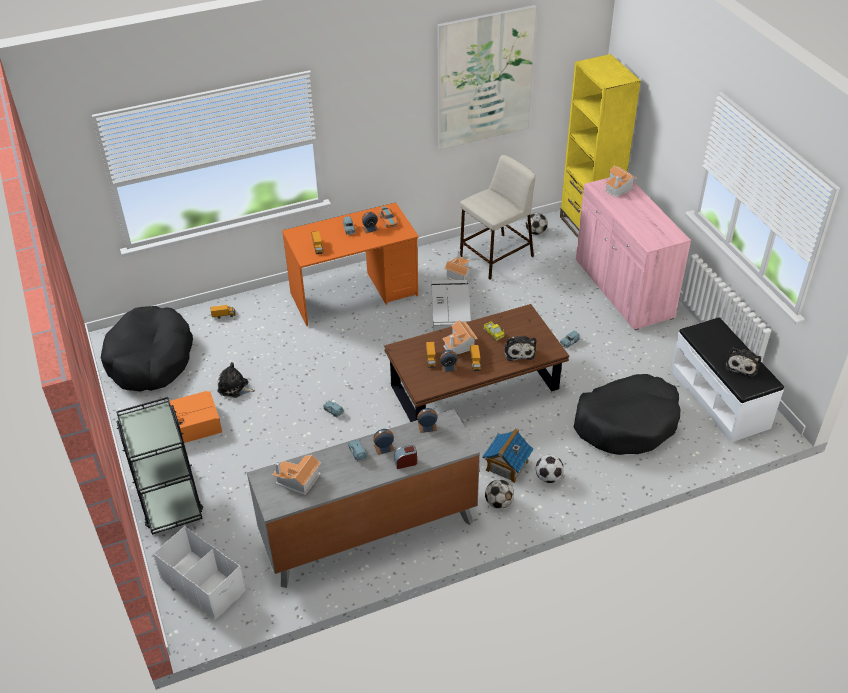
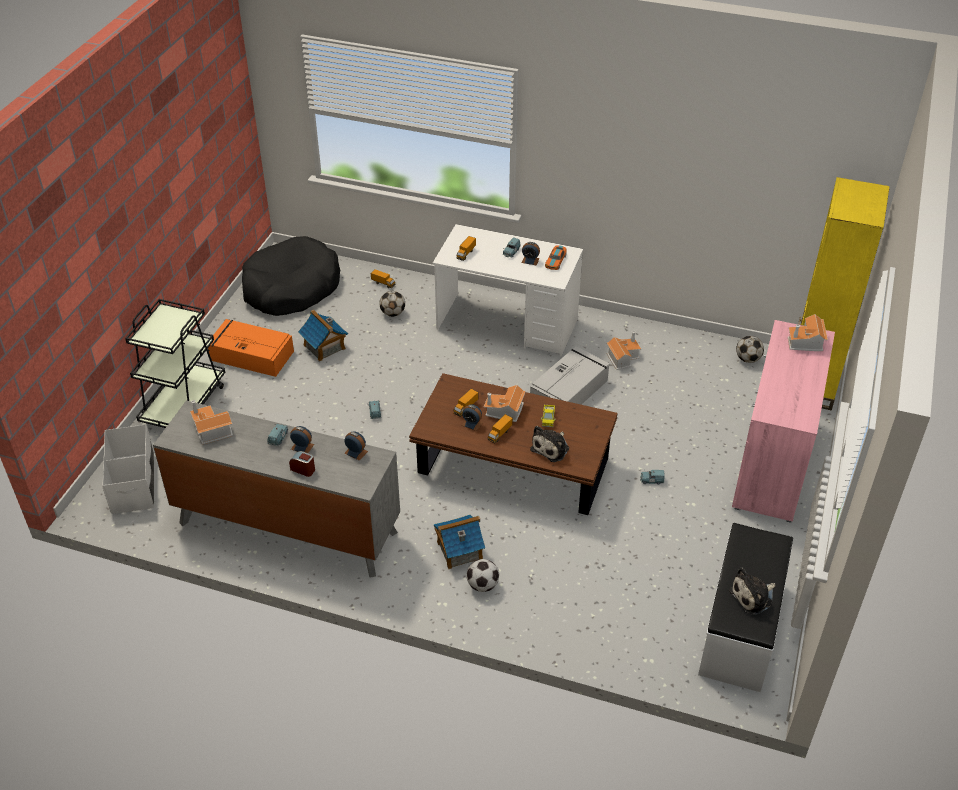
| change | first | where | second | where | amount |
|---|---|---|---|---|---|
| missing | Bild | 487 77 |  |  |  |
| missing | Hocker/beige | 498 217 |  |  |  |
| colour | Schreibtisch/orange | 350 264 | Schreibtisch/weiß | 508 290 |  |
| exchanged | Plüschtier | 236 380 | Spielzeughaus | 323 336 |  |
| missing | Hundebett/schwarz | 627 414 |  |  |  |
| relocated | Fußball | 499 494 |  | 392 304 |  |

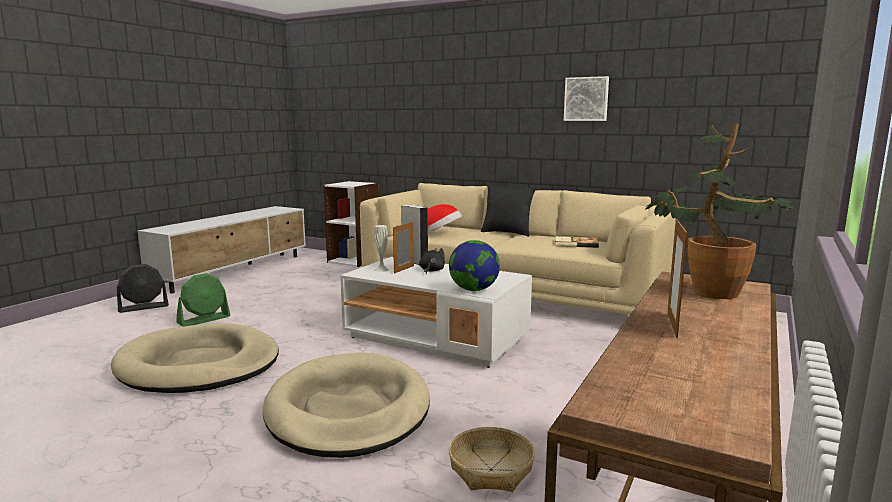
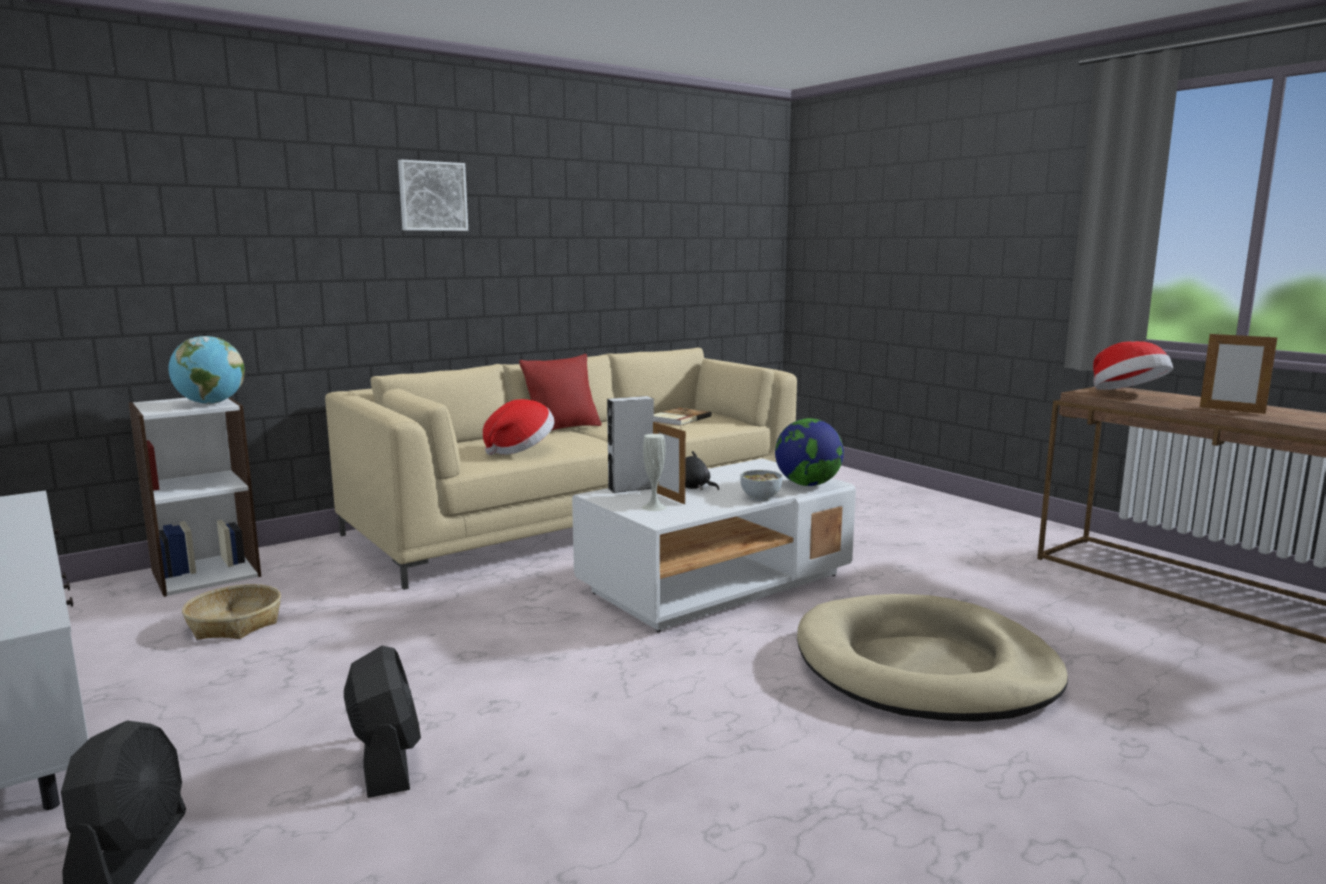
| change | first | where | second | where | amount |
|---|---|---|---|---|---|
| relocated | Bild | 586 98 |  | 433 195 |  |
| exchanged | Topfpflanze | 721 211 | Hut | 1133 365 |  |
| colour | Kissen/schwarz | 508 210 | Kissen/rot | 560 392 |  |
| colour | Ventilator/grün | 203 300 | Ventilator/schwarz | 382 721 |  |
| missing | Hundebett/beige | 195 358 |  |  |  |
| relocated | Korb | 492 459 |  | 231 612 |  |
| appeared |  |  | Globus | 207 370 |  |
| appeared |  |  | Schüssel | 761 485 |  |

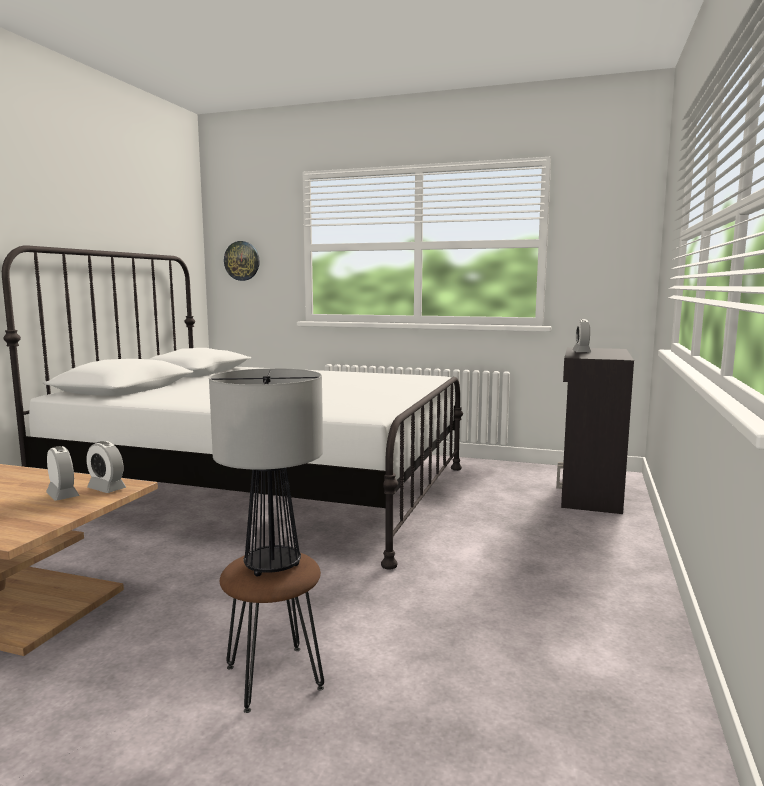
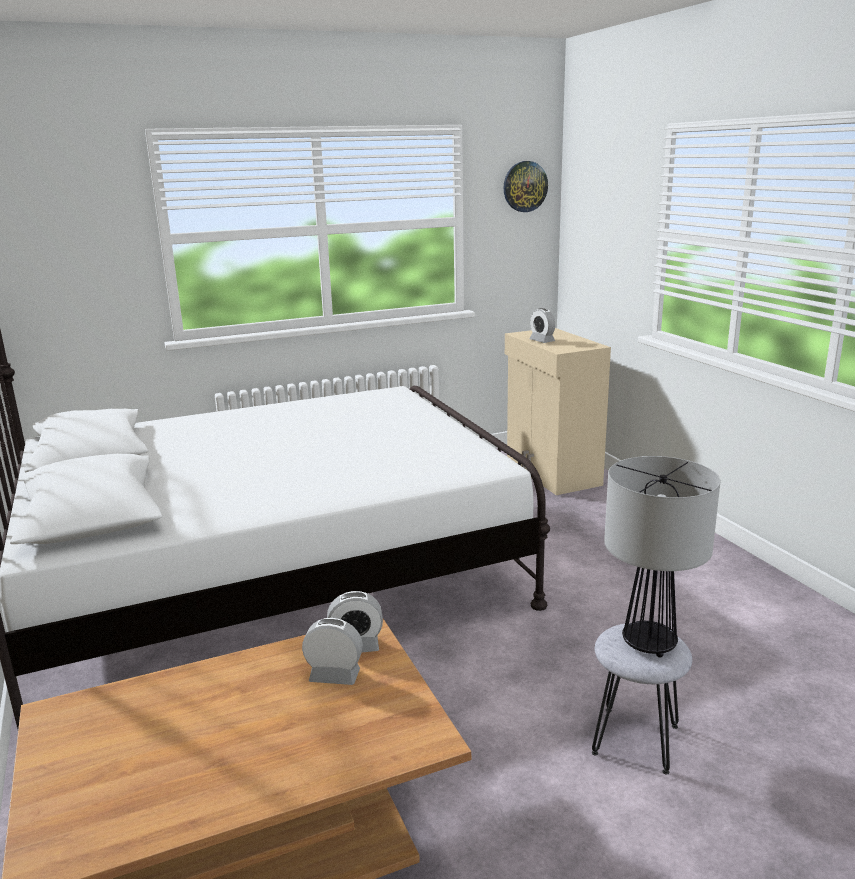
| change | first | where | second | where | amount |
|---|---|---|---|---|---|
| relocated | Wanduhr | 242 261 |  | 525 186 |  |
| colour | Schrank/schwarz | 595 430 | Schrank/beige | 558 411 |  |
| colour | Hocker/braun | 272 633 | Hocker/grau | 642 699 |  |

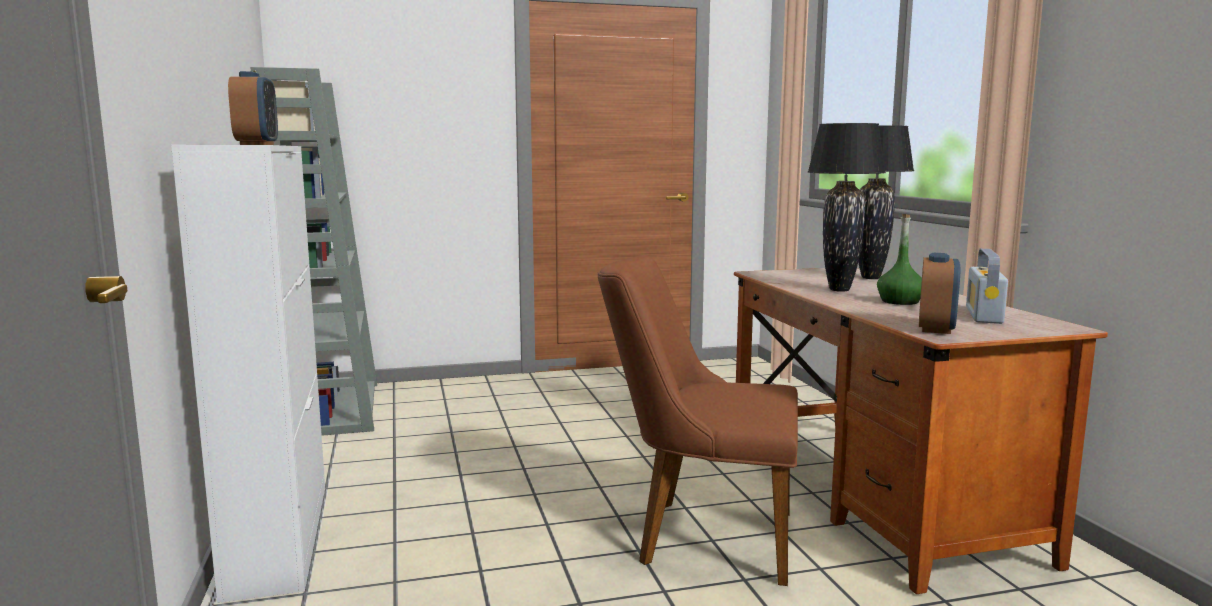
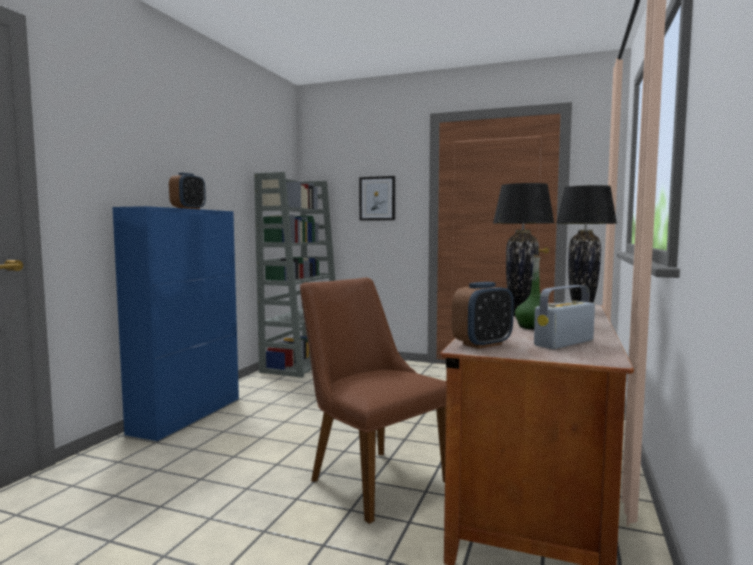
| change | first | where | second | where | amount |
|---|---|---|---|---|---|
| colour | Schrank/weiß | 248 374 | Schrank/blau | 175 323 |  |
| appeared |  |  | Bild | 377 198 |  |

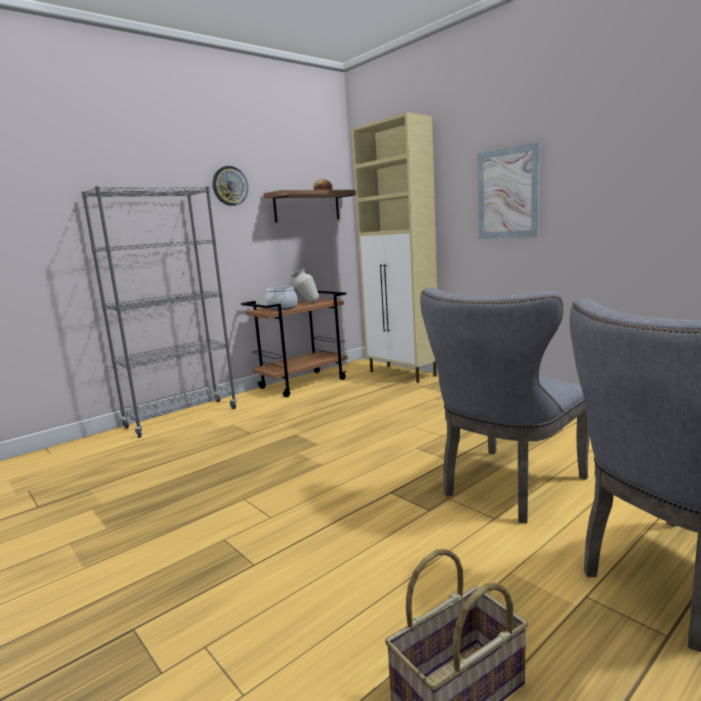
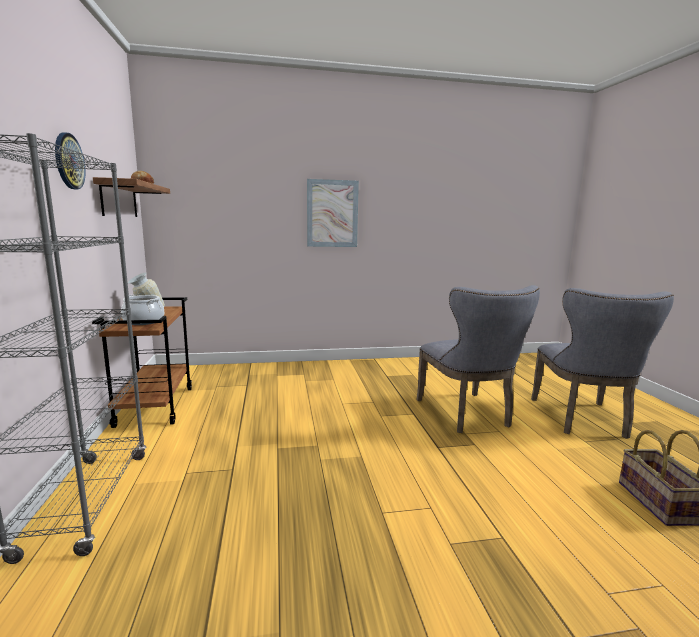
| change | first | where | second | where | amount |
|---|---|---|---|---|---|
| missing | Schrank/beige | 394 247 |  |  |  |

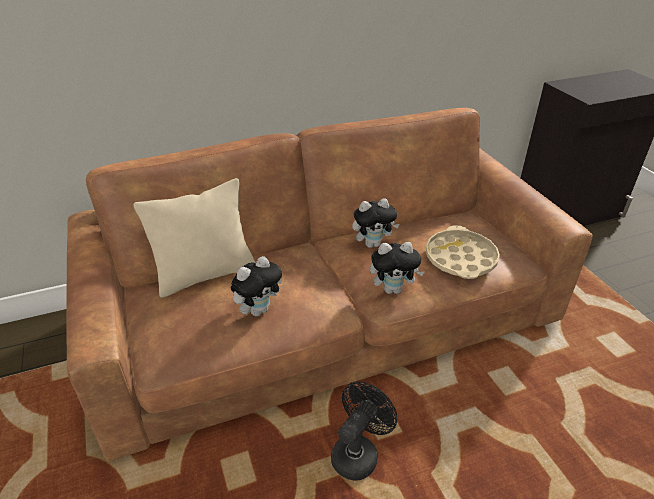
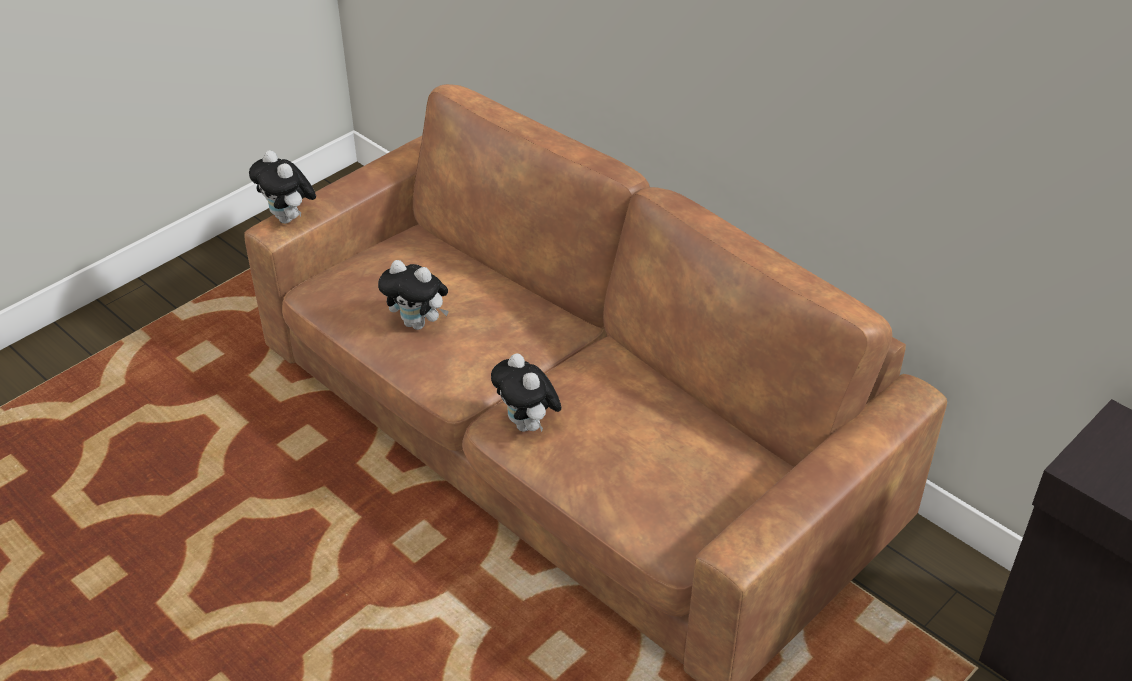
| change | first | where | second | where | amount |
|---|---|---|---|---|---|
| missing | Kissen/beige | 194 238 |  |  |  |
| relocated | Plüschtier | 375 223 |  | 282 187 |  |
| missing | Tablett/beige | 463 252 |  |  |  |
| missing | Ventilator/schwarz | 364 431 |  |  |  |

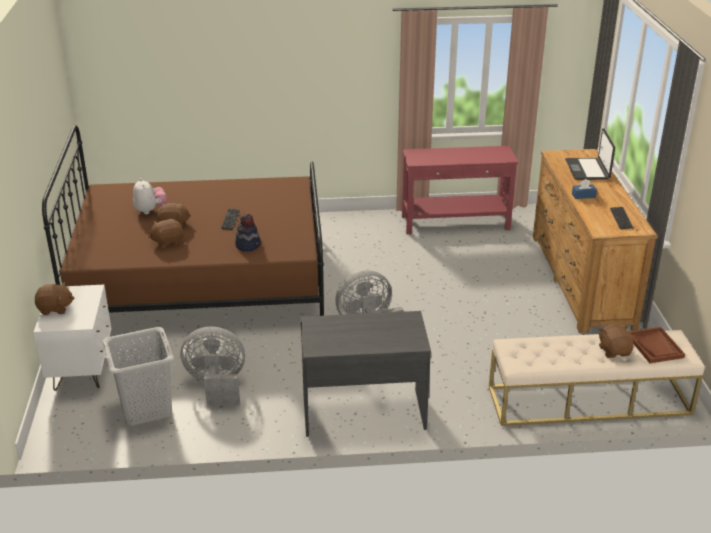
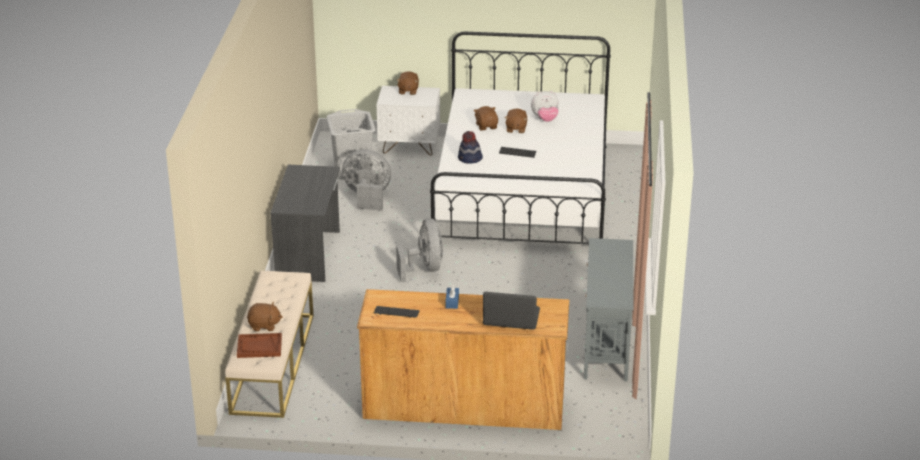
| change | first | where | second | where | amount |
|---|---|---|---|---|---|
| colour | Bett/braun | 183 220 | Bett/weiß | 520 138 |  |
| colour | Konsolentisch/rot | 460 190 | Konsolentisch/grau | 608 310 |  |
| spun | Ventilator/grau | 213 366 |  | 366 180 | 90 degrees counterclockwise |

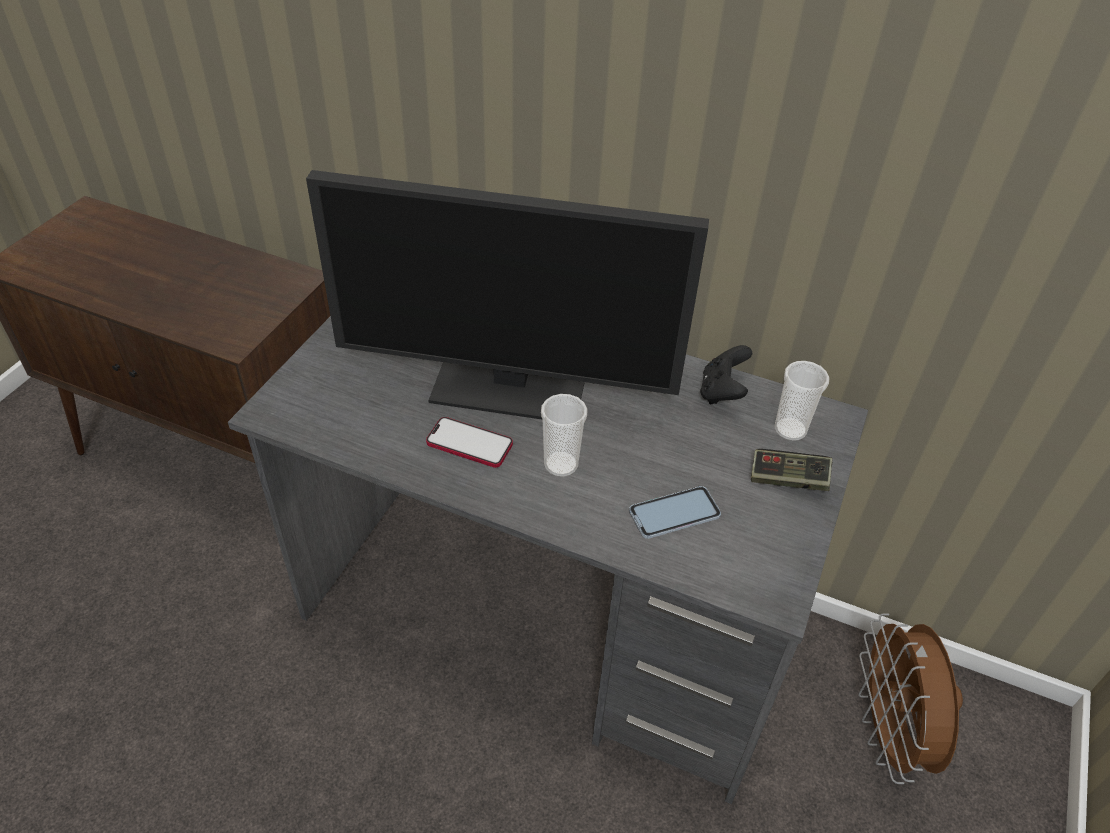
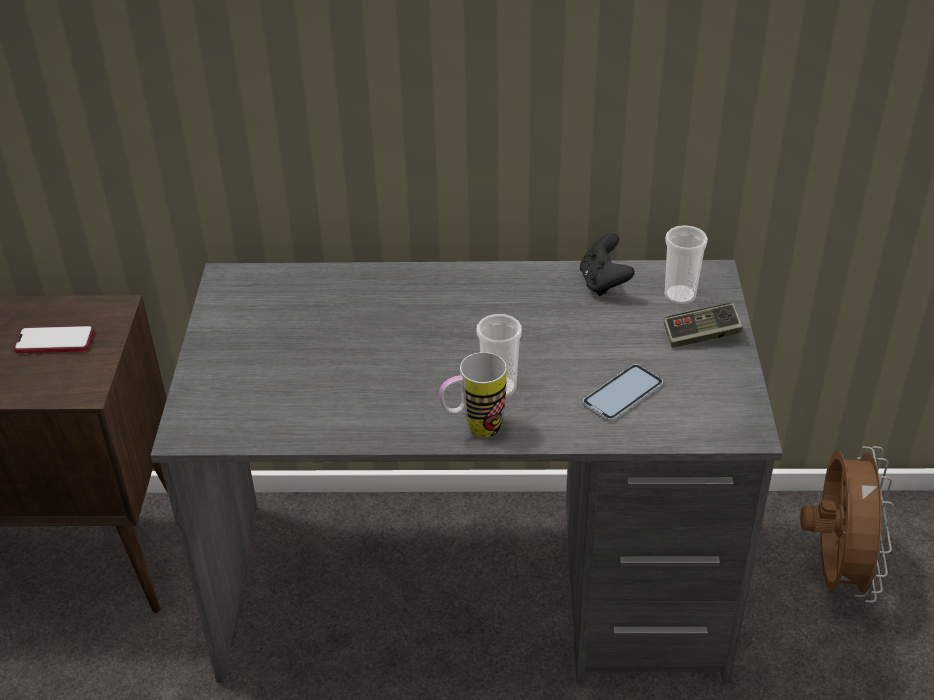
| change | first | where | second | where | amount |
|---|---|---|---|---|---|
| missing | Monitor | 507 295 |  |  |  |
| relocated | Handy | 469 442 |  | 53 339 |  |
| spun | Ventilator/braun | 910 698 |  | 847 524 | 150 degrees counterclockwise |
| appeared |  |  | Henkelbecher | 473 394 |  |

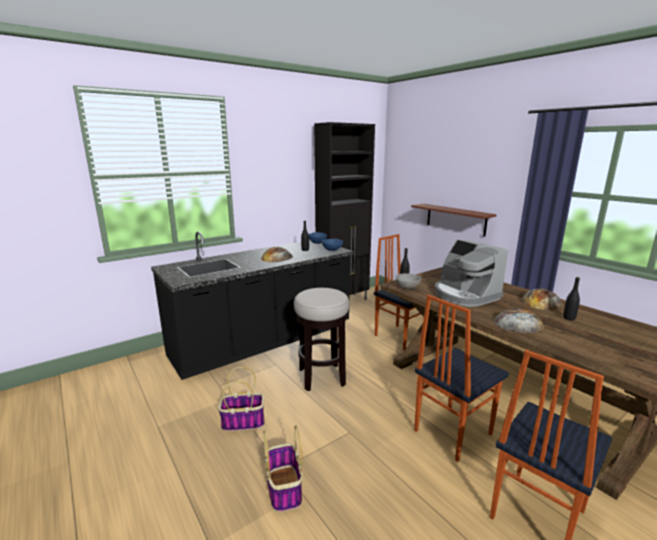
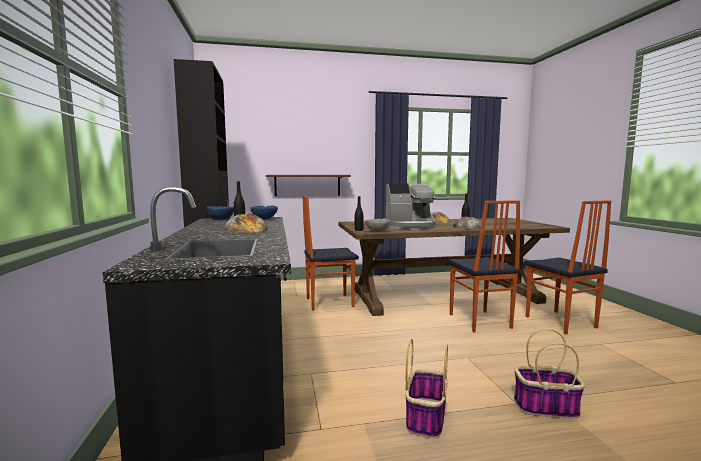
| change | first | where | second | where | amount |
|---|---|---|---|---|---|
| missing | Hocker | 321 339 |  |  |  |

